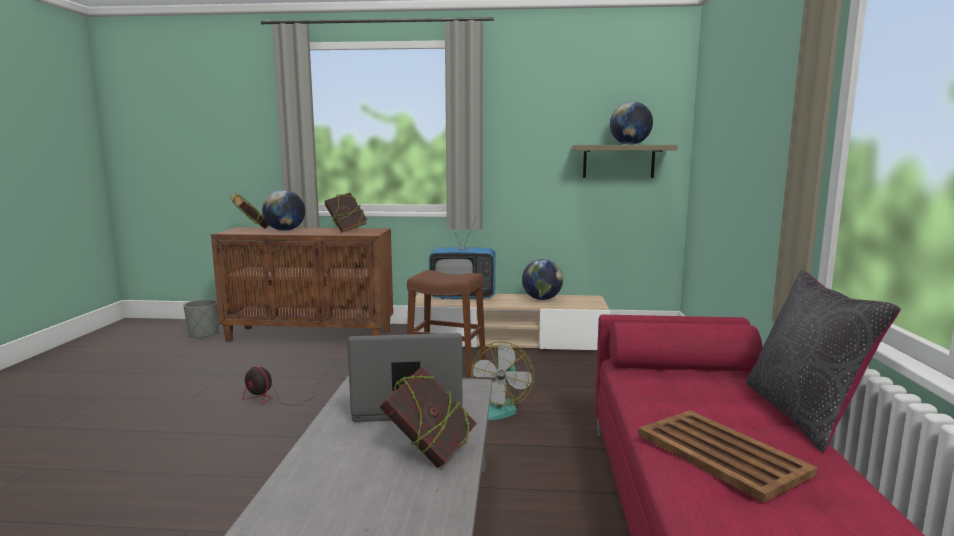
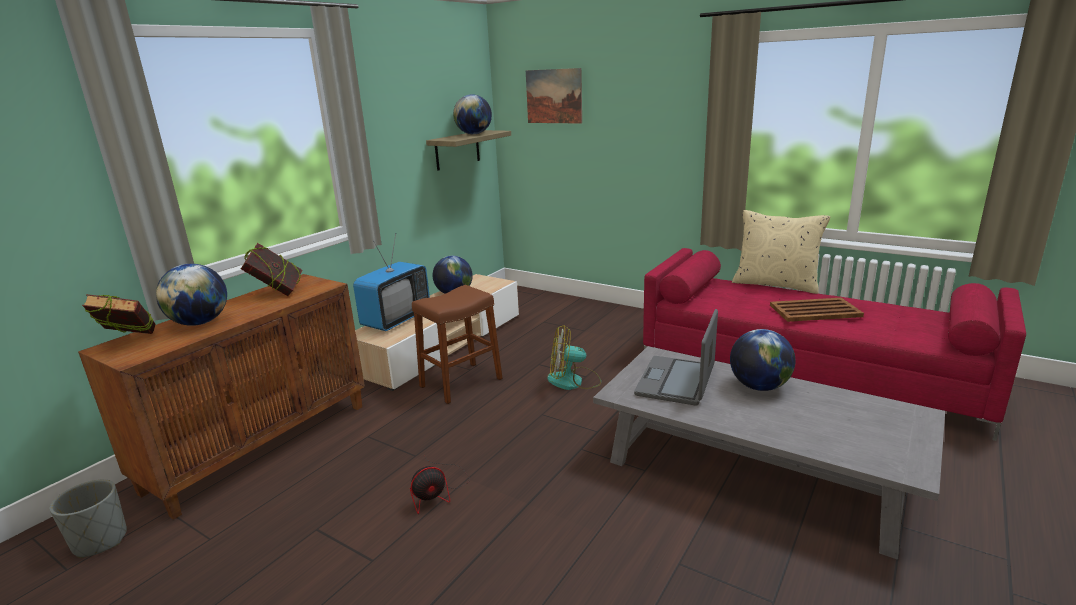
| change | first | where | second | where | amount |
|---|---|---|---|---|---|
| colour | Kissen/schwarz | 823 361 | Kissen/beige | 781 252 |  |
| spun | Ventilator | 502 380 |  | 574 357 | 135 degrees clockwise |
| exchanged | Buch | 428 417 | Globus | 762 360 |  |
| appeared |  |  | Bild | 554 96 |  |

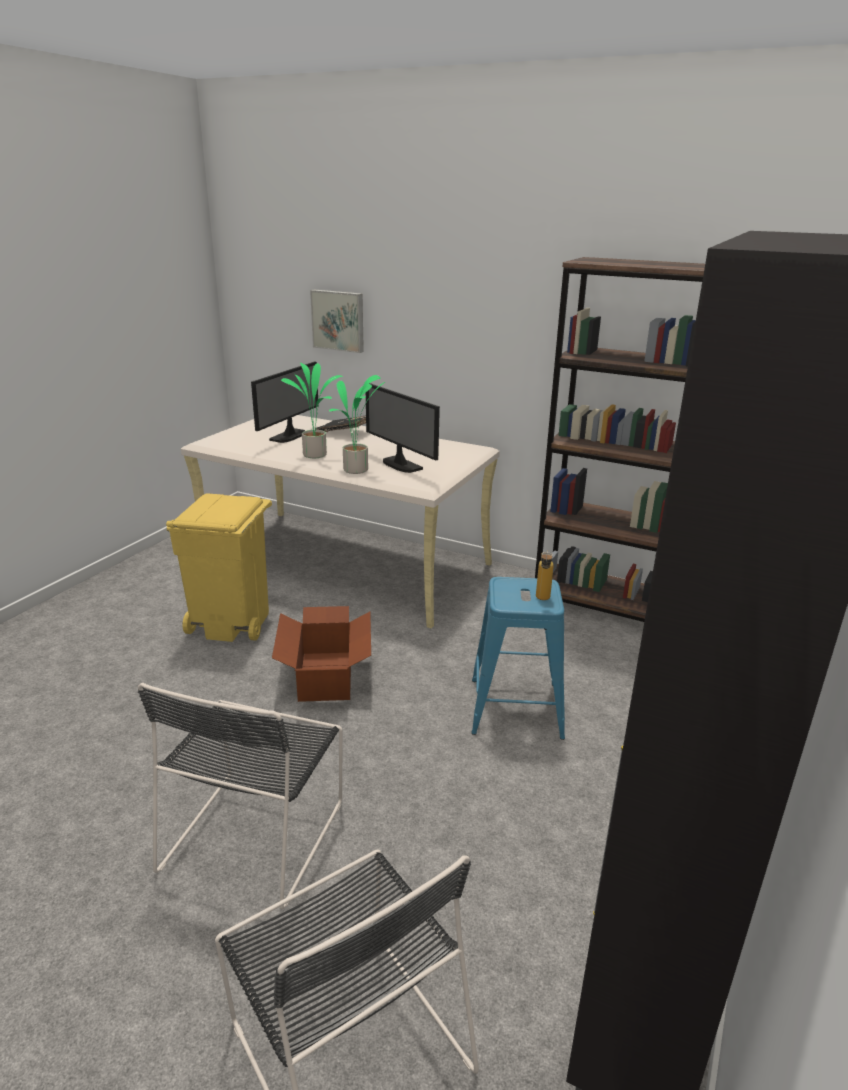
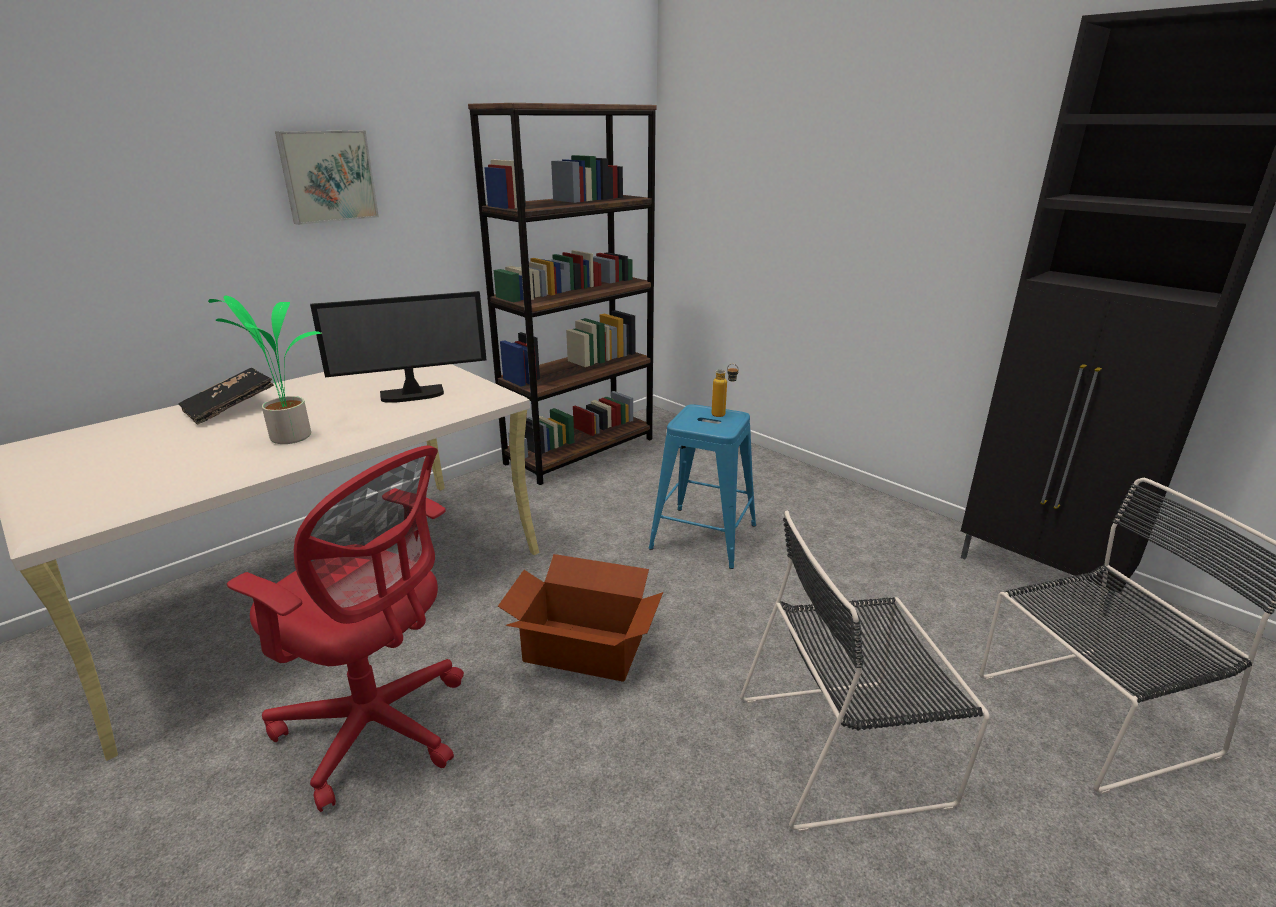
| change | first | where | second | where | amount |
|---|---|---|---|---|---|
| relocated | Bild | 337 321 |  | 327 177 |  |
| missing | Monitor | 285 402 |  |  |  |
| missing | Topfpflanze | 357 424 |  |  |  |
| exchanged | Mülleimer/gelb | 219 567 | Bürostuhl/rot | 345 629 |  |
| spun | Stuhl/schwarz | 240 796 |  | 865 671 | 135 degrees clockwise |

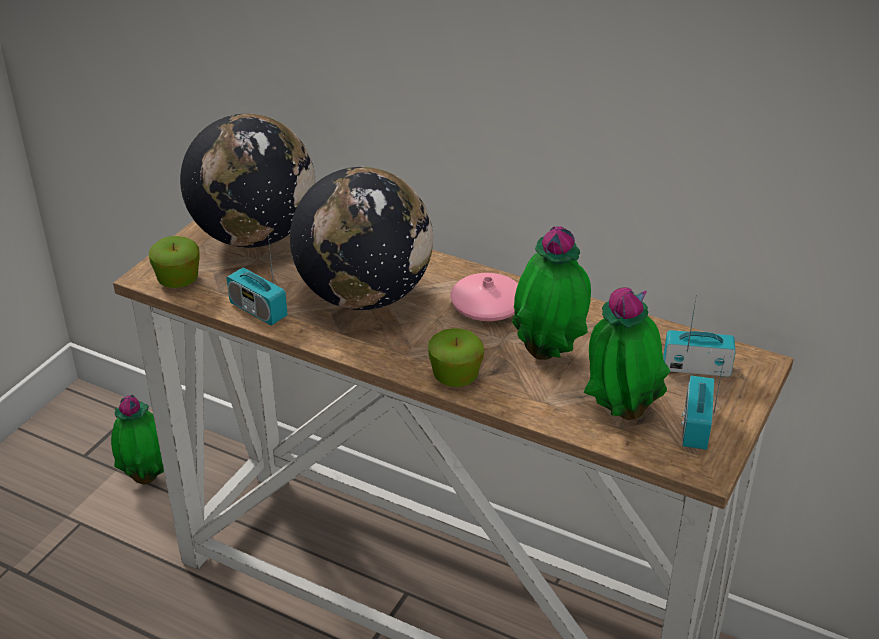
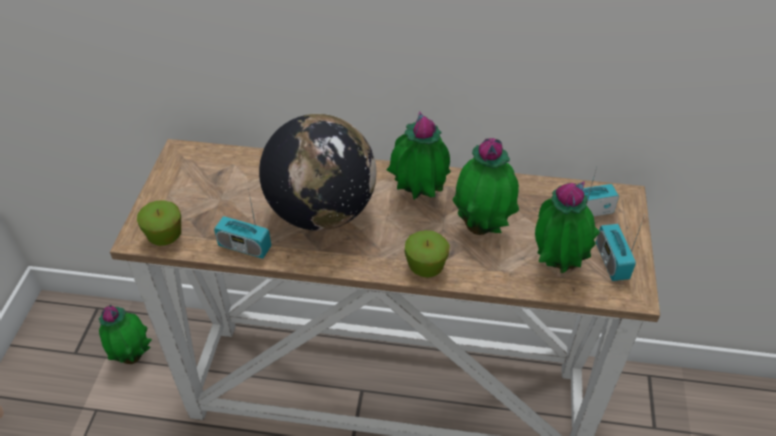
| change | first | where | second | where | amount |
|---|---|---|---|---|---|
| missing | Globus | 247 181 |  |  |  |
| exchanged | Vase/rosa | 484 297 | Topfpflanze | 418 155 |  |

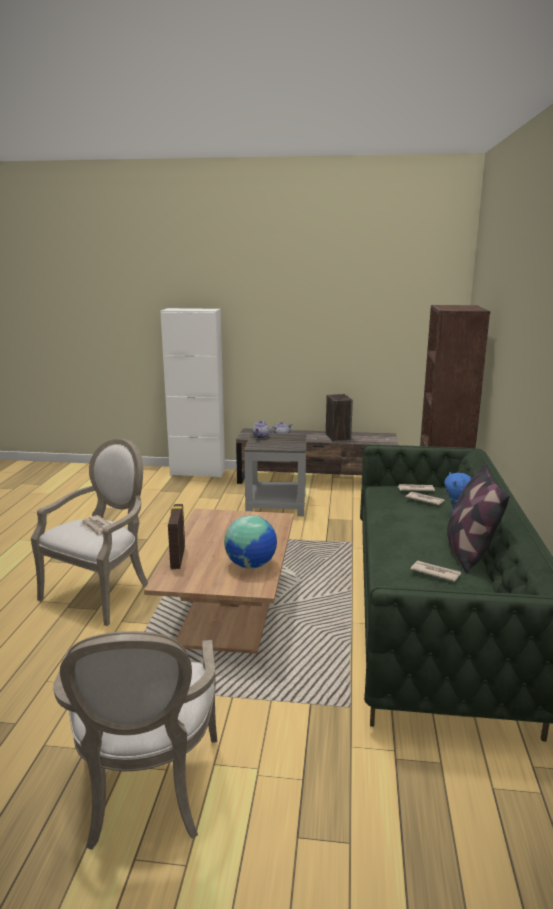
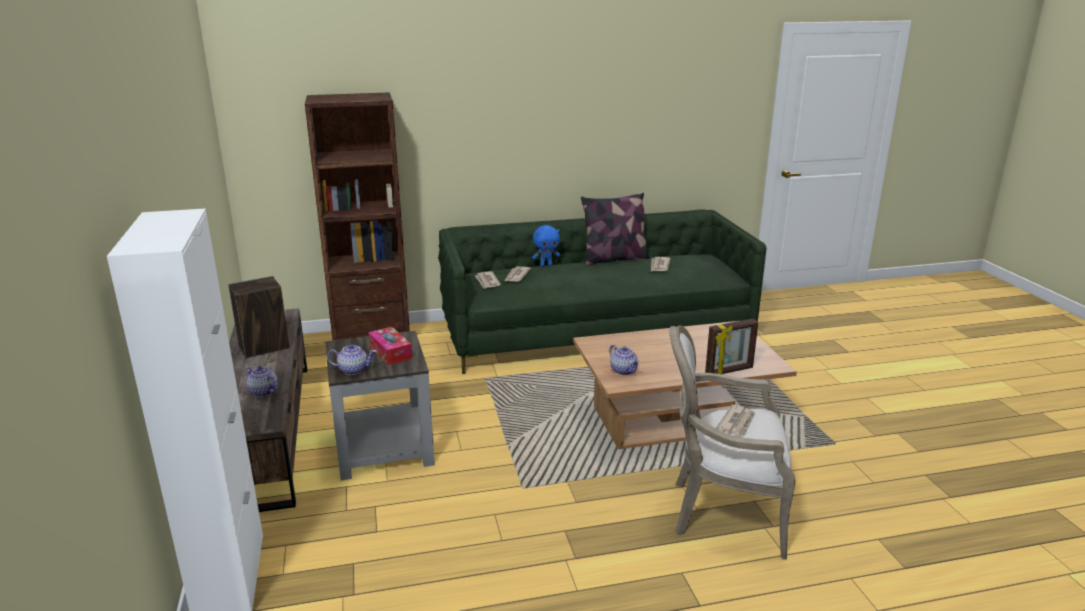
| change | first | where | second | where | amount |
|---|---|---|---|---|---|
| missing | Globus | 250 542 |  |  |  |
| missing | Sessel | 135 740 |  |  |  |
| appeared |  |  | Taschentuchbox | 390 345 |  |
| appeared |  |  | Teekanne | 624 360 |  |

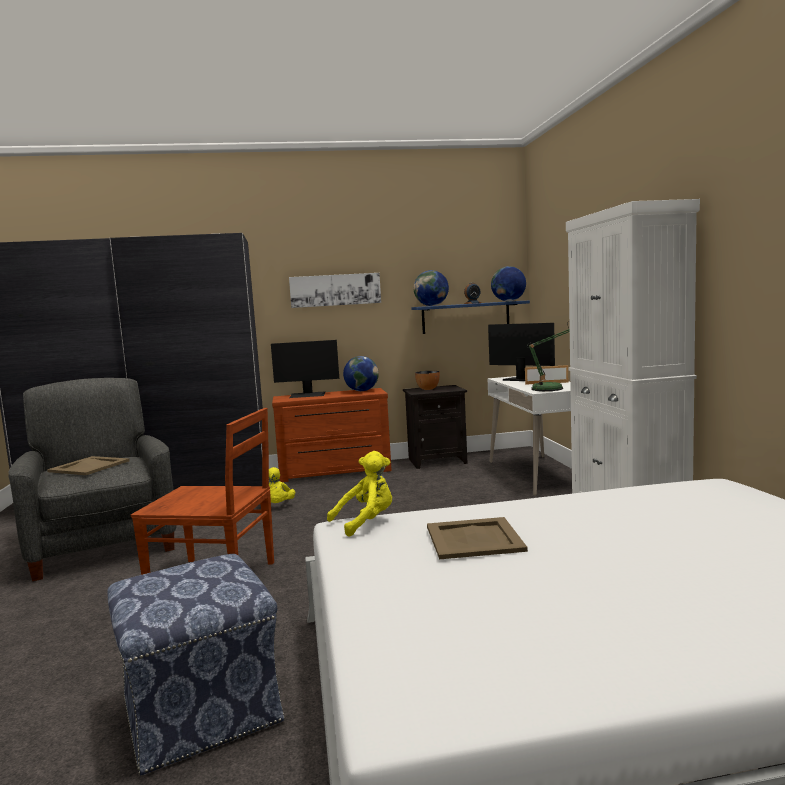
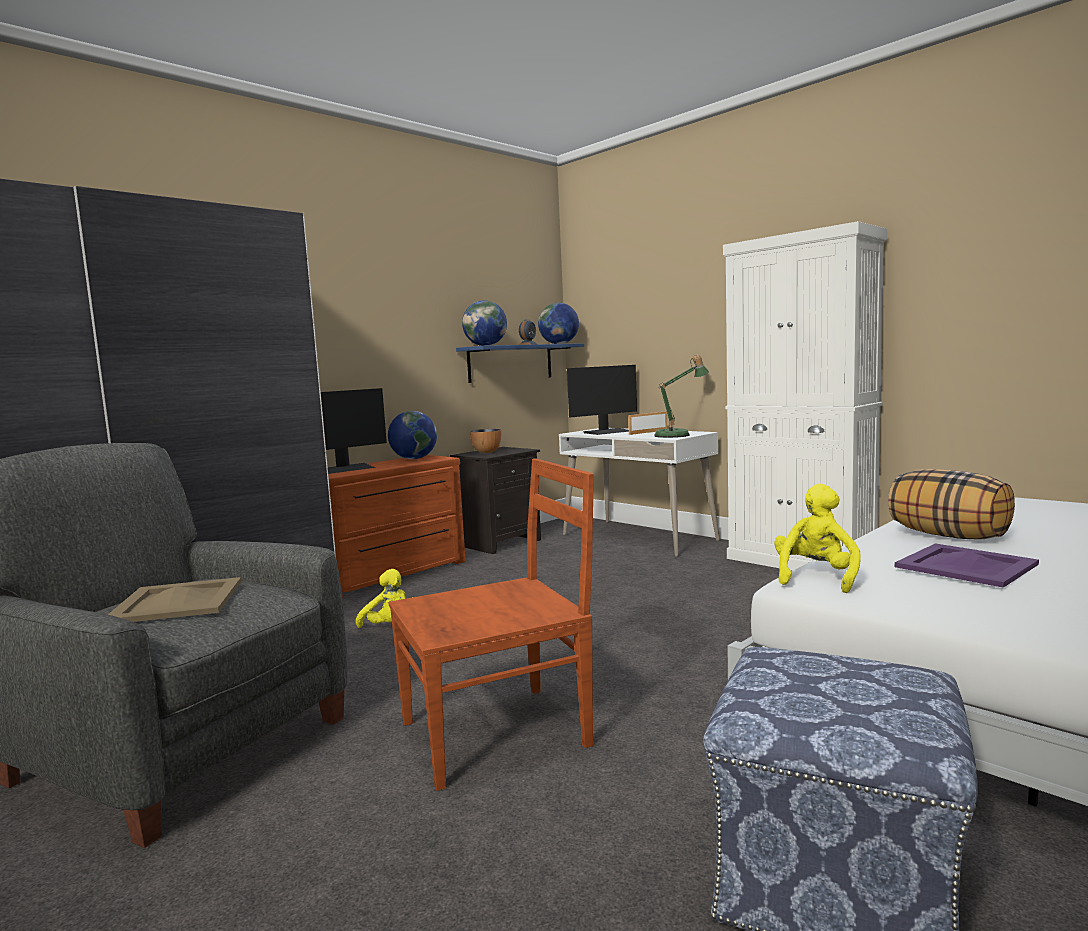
| change | first | where | second | where | amount |
|---|---|---|---|---|---|
| missing | Bild | 335 290 |  |  |  |
| spun | Monitor | 521 352 |  | 602 400 | 150 degrees clockwise |
| colour | Tablett/beige | 477 538 | Tablett/lila | 967 565 |  |
| appeared |  |  | Kissen | 951 504 |  |

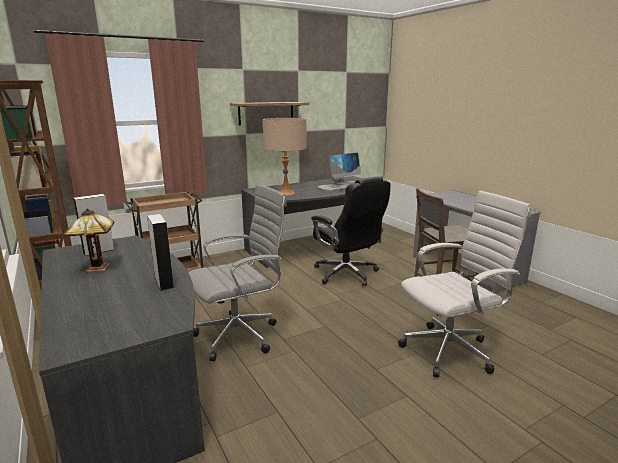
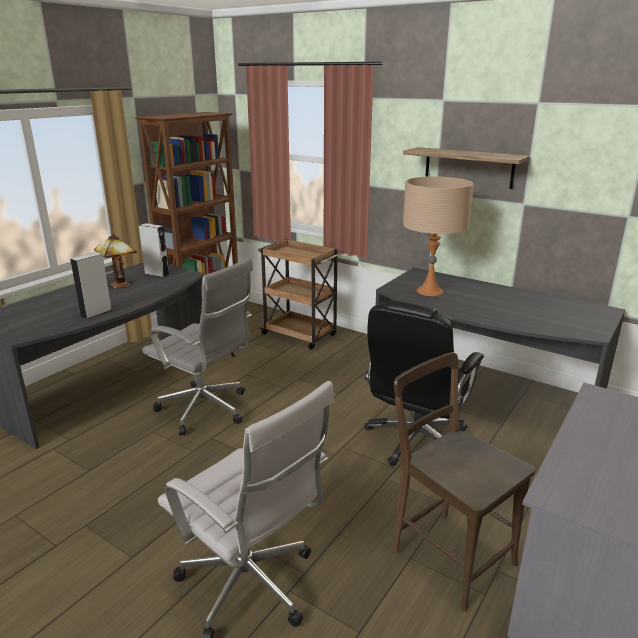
| change | first | where | second | where | amount |
|---|---|---|---|---|---|
| missing | Monitor | 339 172 |  |  |  |

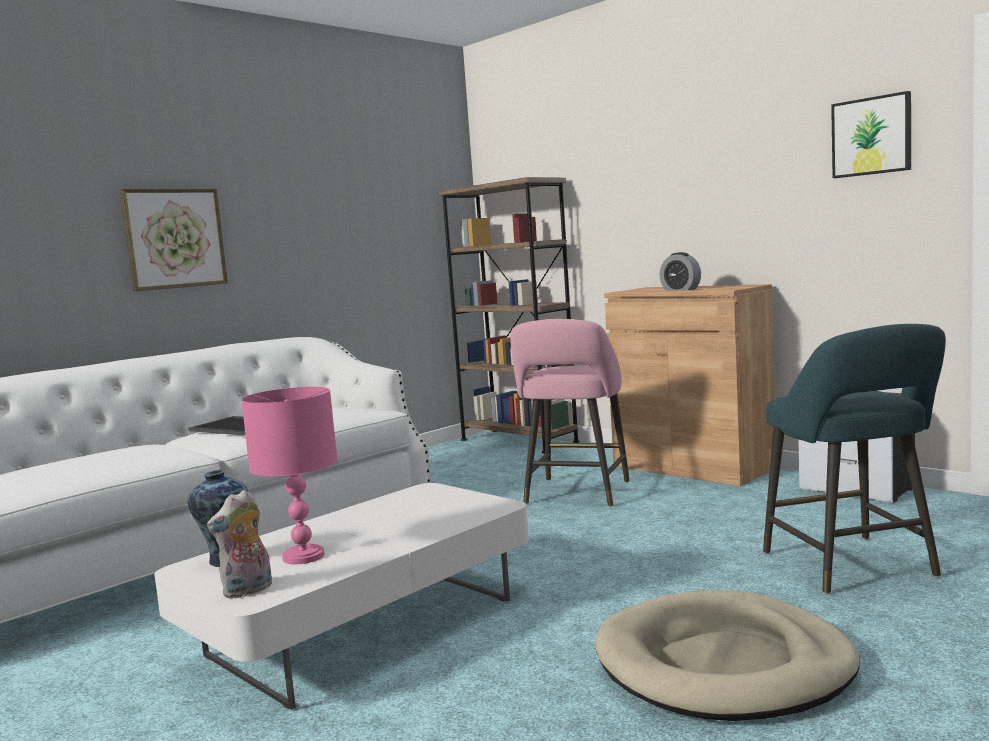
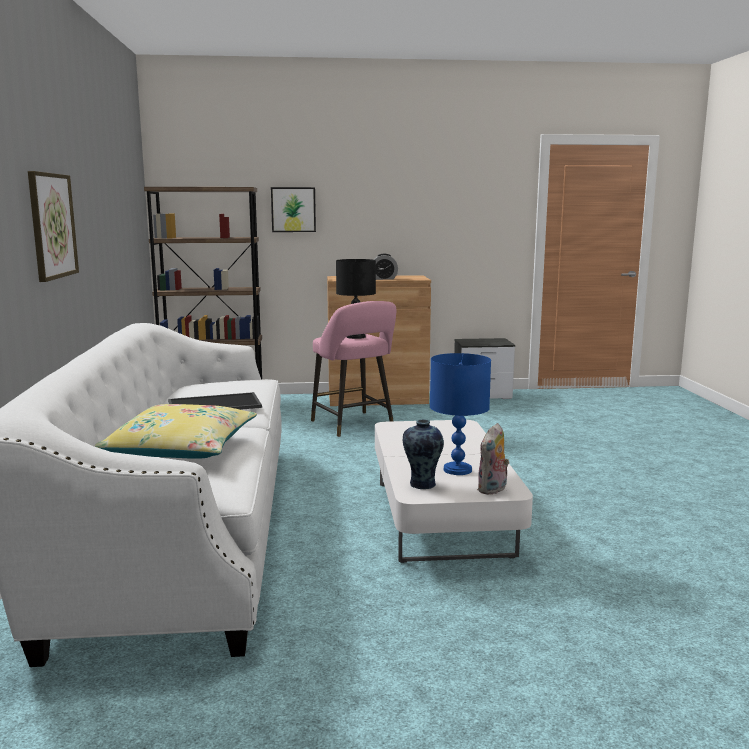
| change | first | where | second | where | amount |
|---|---|---|---|---|---|
| relocated | Bild | 871 134 |  | 293 209 |  |
| missing | Hocker/türkis | 854 459 |  |  |  |
| colour | Tischlampe/rosa | 289 476 | Tischlampe/blau | 460 414 |  |
| spun | Plüschtier | 239 544 |  | 493 459 | 45 degrees clockwise |
| missing | Hundebett/beige | 727 655 |  |  |  |
| appeared |  |  | Tischlampe/schwarz | 356 299 |  |
| appeared |  |  | Kissen/gelb | 176 431 |  |

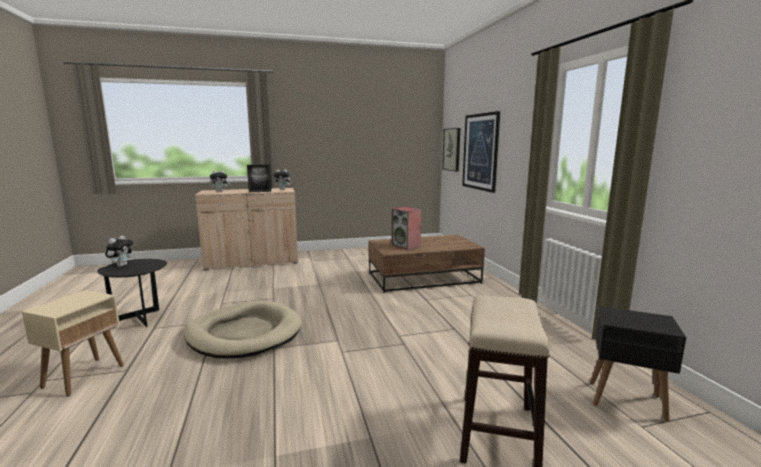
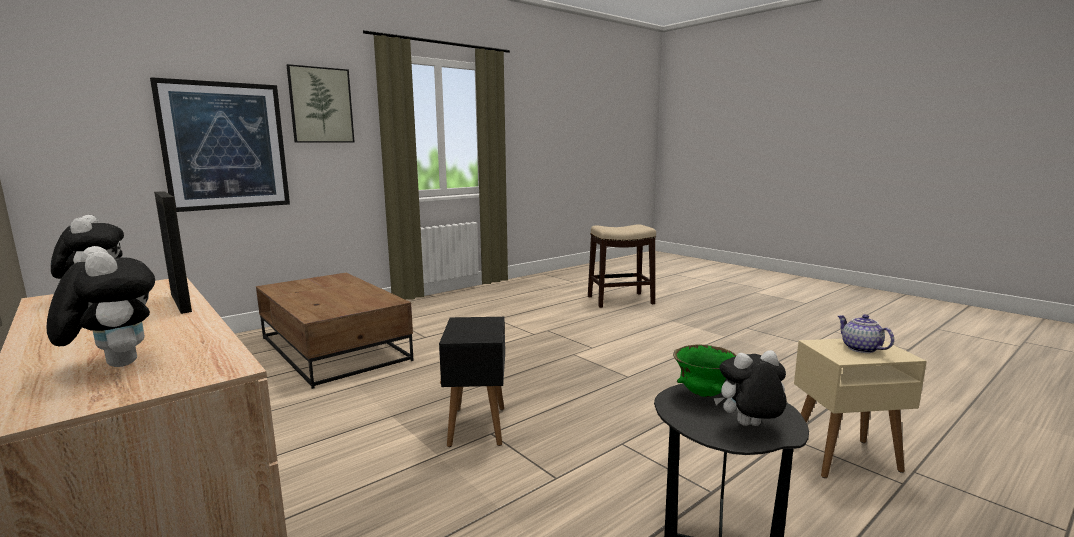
| change | first | where | second | where | amount |
|---|---|---|---|---|---|
| relocated | Bild | 451 150 |  | 321 103 |  |
| missing | Lautsprecher | 406 228 |  |  |  |
| missing | Hundebett/beige | 243 329 |  |  |  |
| relocated | Beistelltisch/schwarz | 638 364 |  | 472 382 |  |
| appeared |  |  | Teekanne | 866 333 |  |
| appeared |  |  | Schüssel/grün | 705 370 |  |

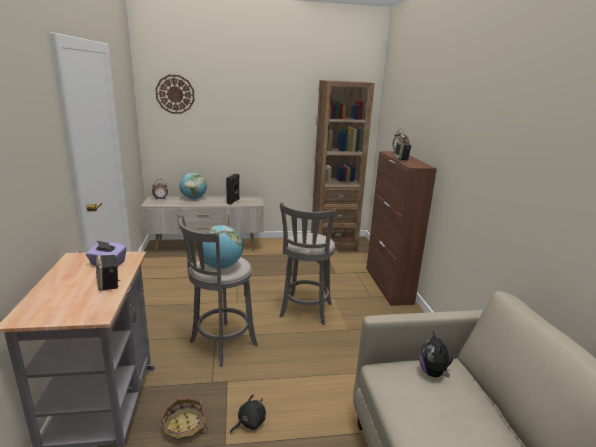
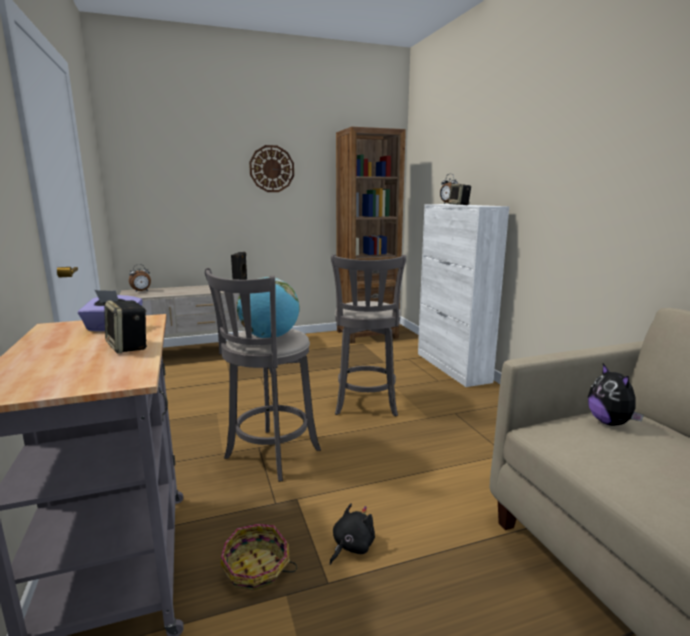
| change | first | where | second | where | amount |
|---|---|---|---|---|---|
| relocated | Wanduhr | 174 94 |  | 271 168 |  |
| colour | Schrank/braun | 401 228 | Schrank/weiß | 463 295 |  |
| missing | Globus | 193 186 |  |  |  |

